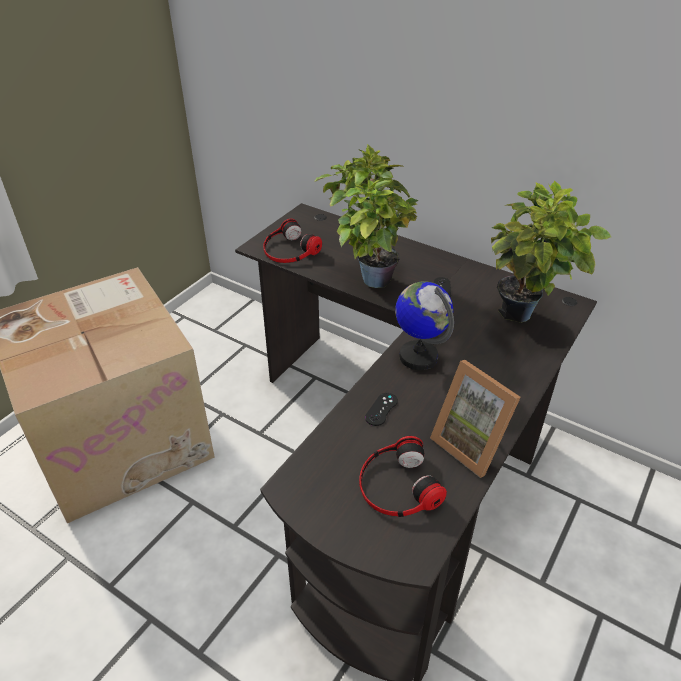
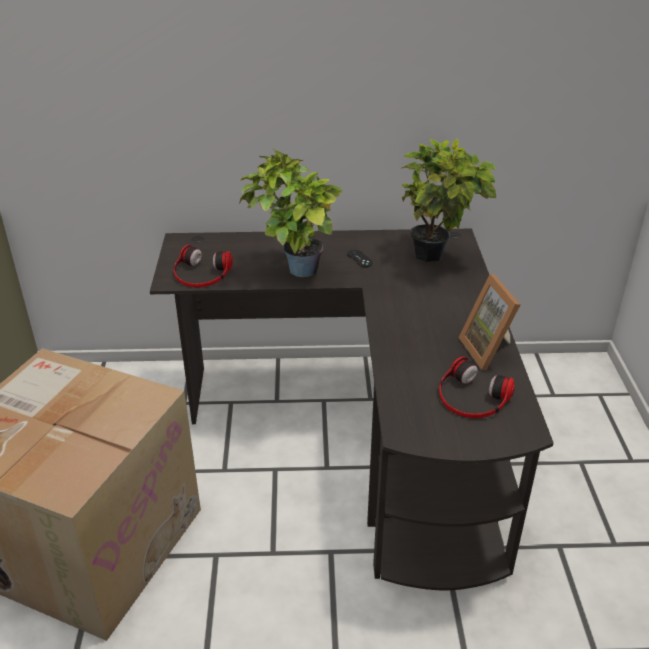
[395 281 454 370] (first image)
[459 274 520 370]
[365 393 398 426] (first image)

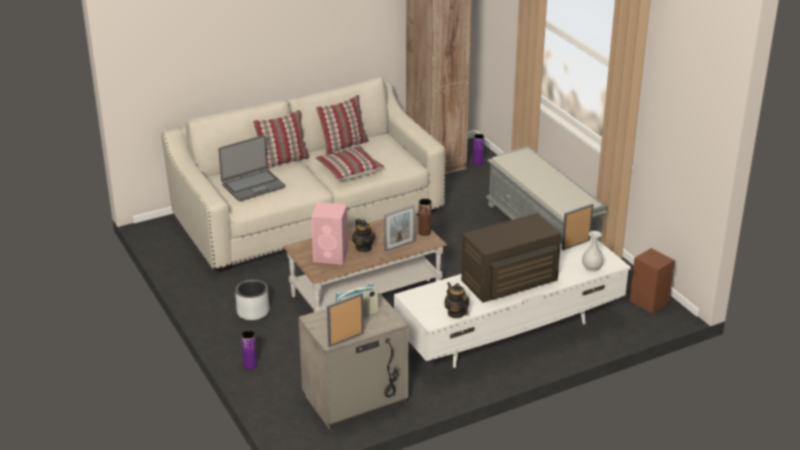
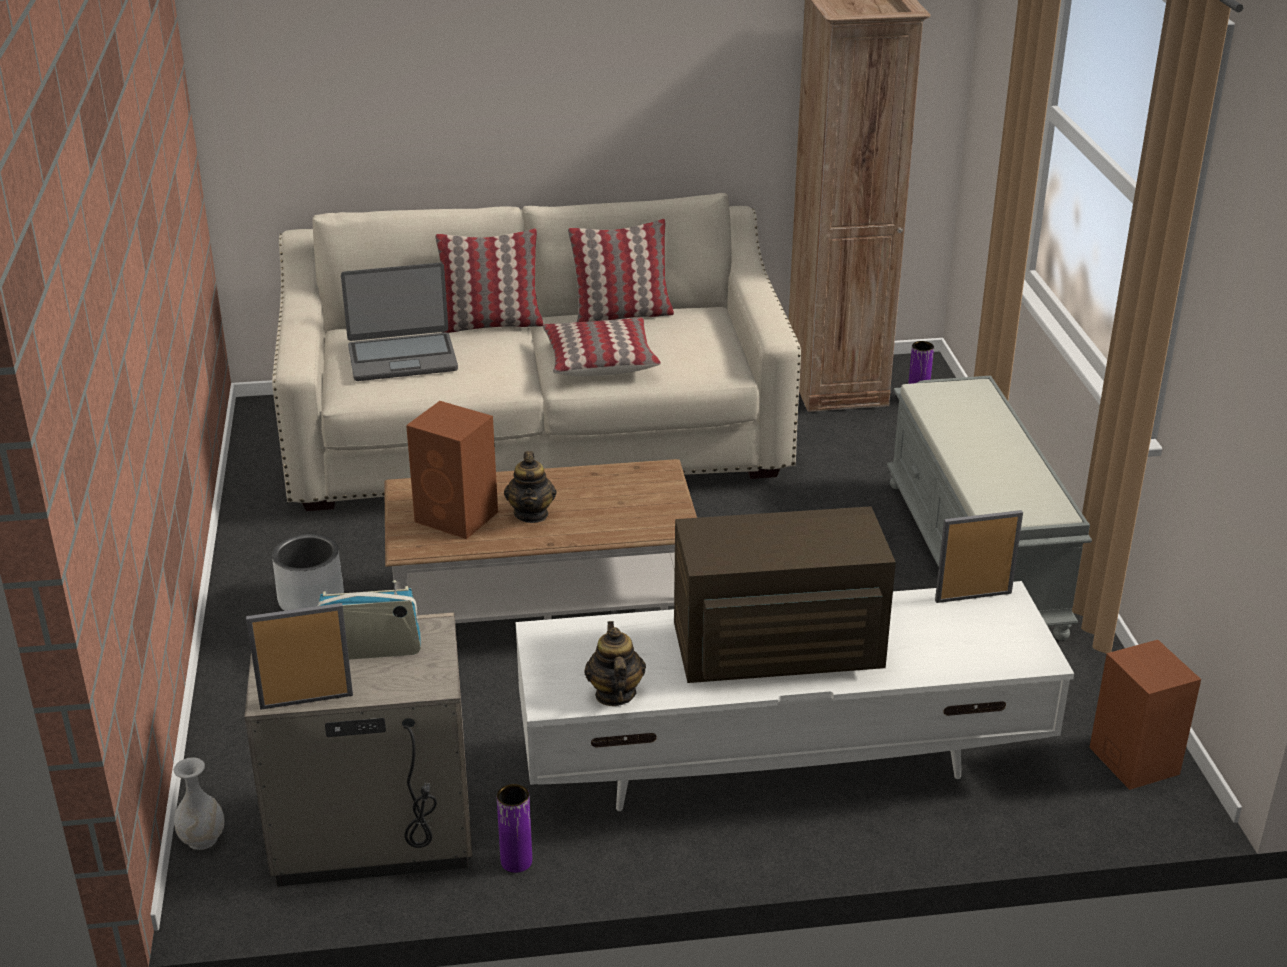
[418 199 432 236] (first image)
[406 401 498 539]
[384 205 415 251] (first image)
[174 757 225 850]
[497 784 532 873]

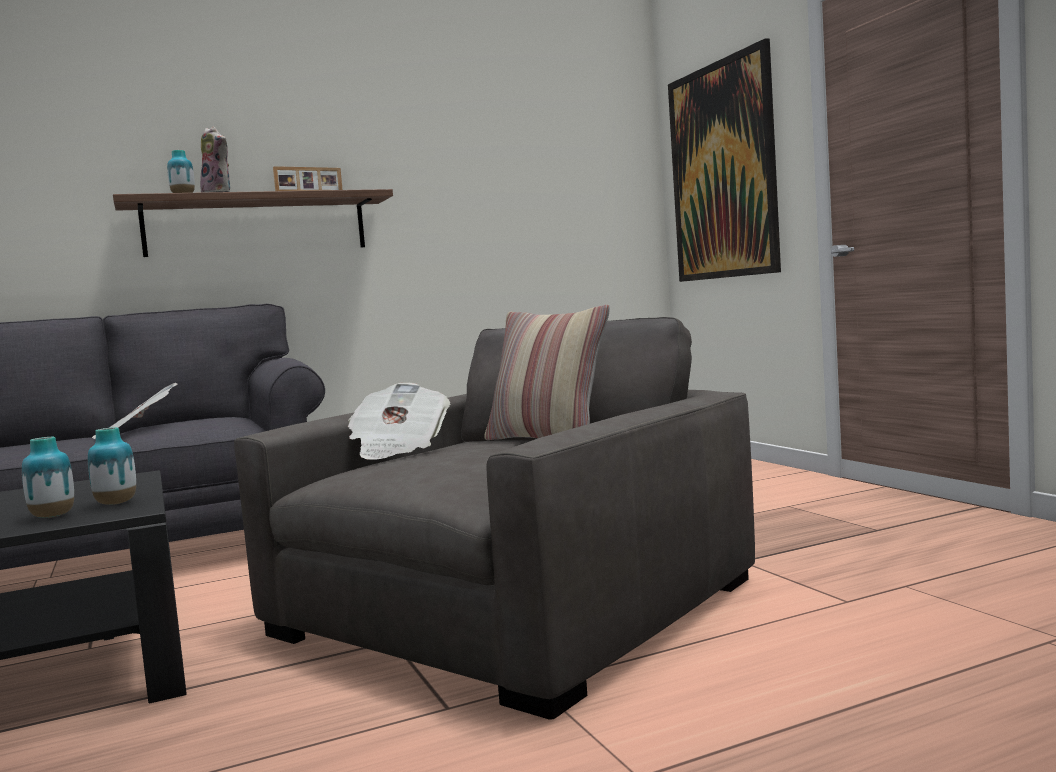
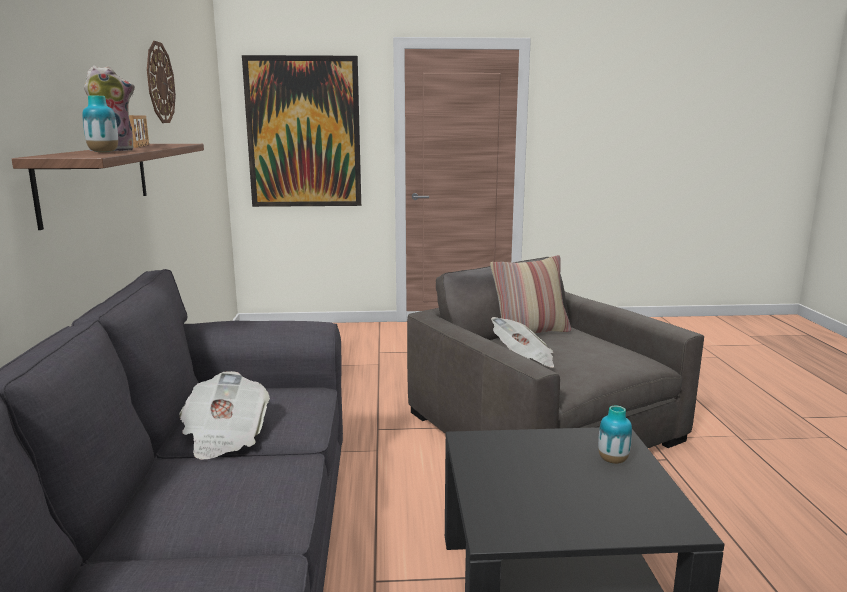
[88 427 136 505] (first image)
[147 41 176 123]

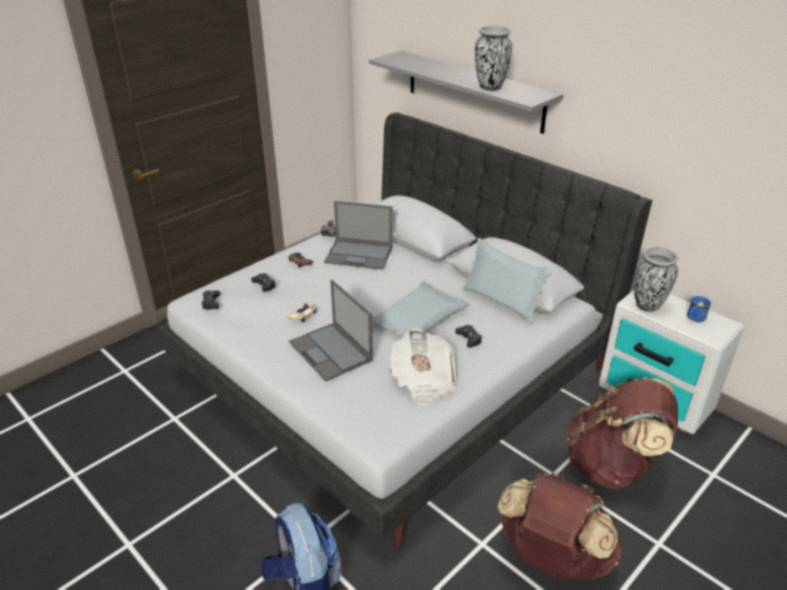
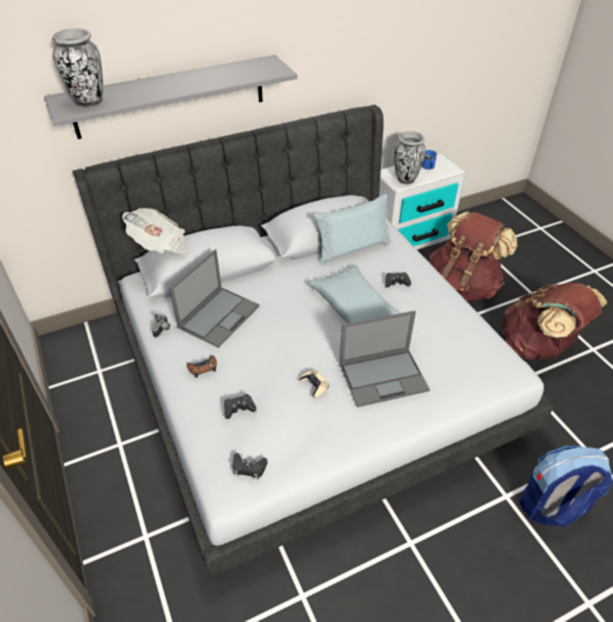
[52 28 103 107]
[122 208 187 254]

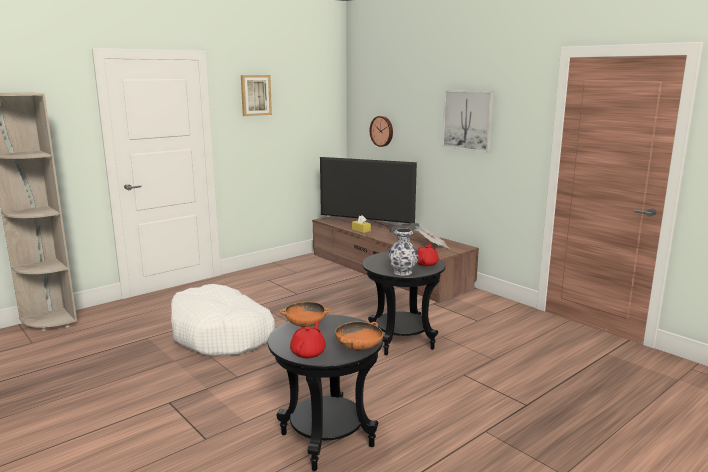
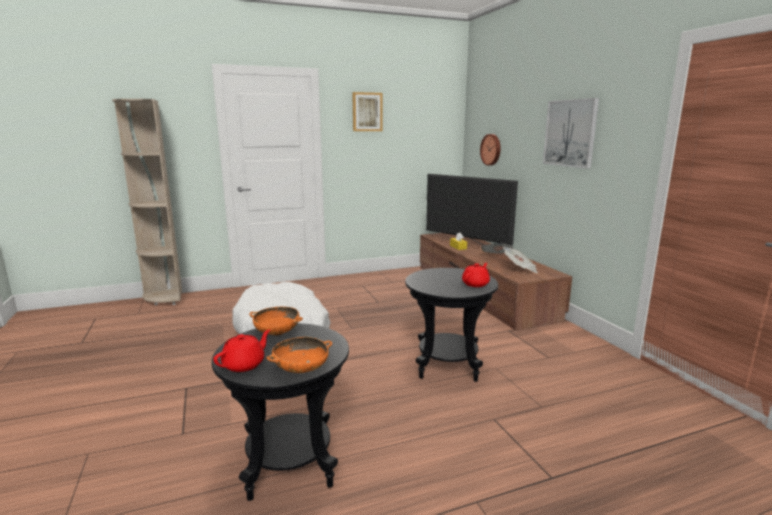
[388 228 419 276] (first image)

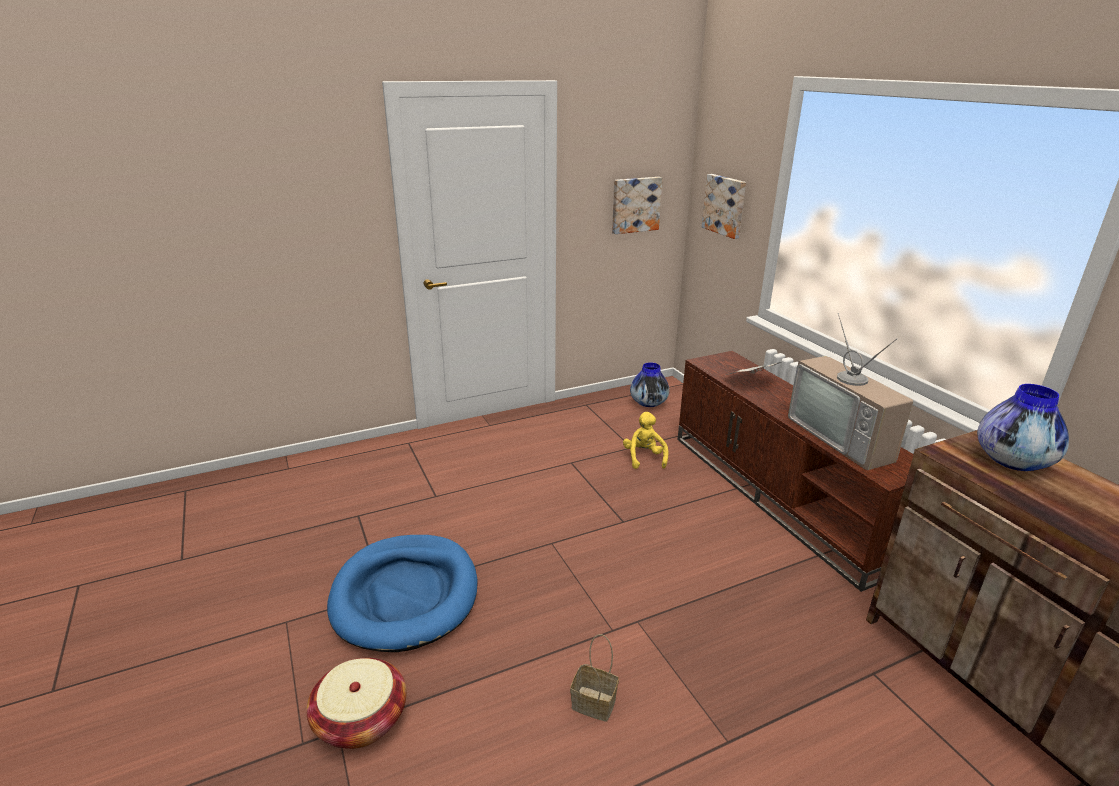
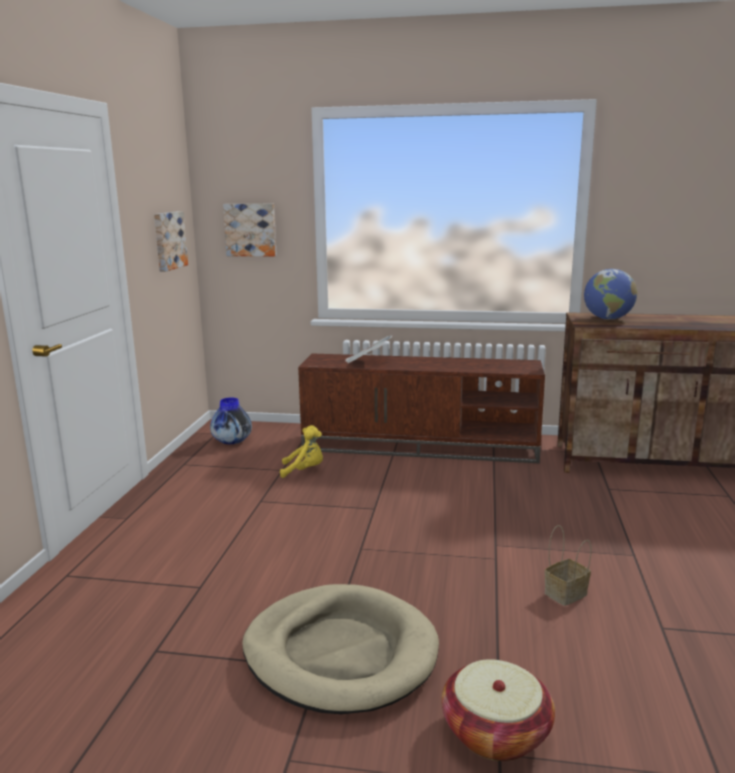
[788 313 914 470] (first image)
[584 269 637 320]
[280 425 323 478]
[242 584 439 714]

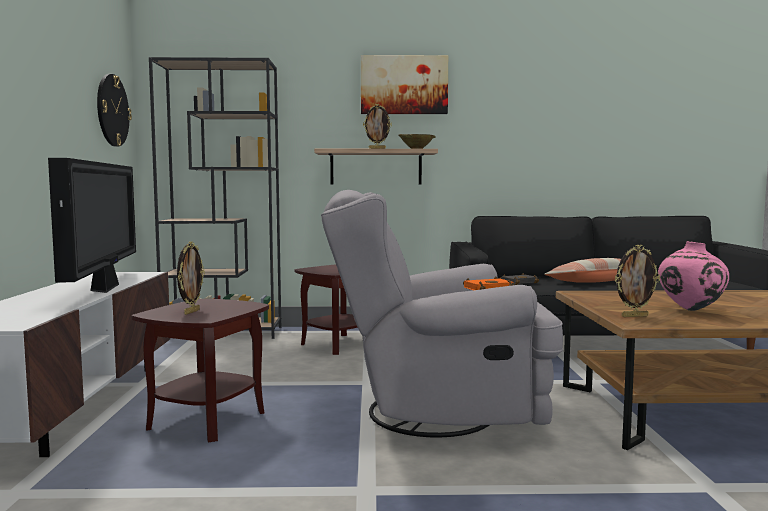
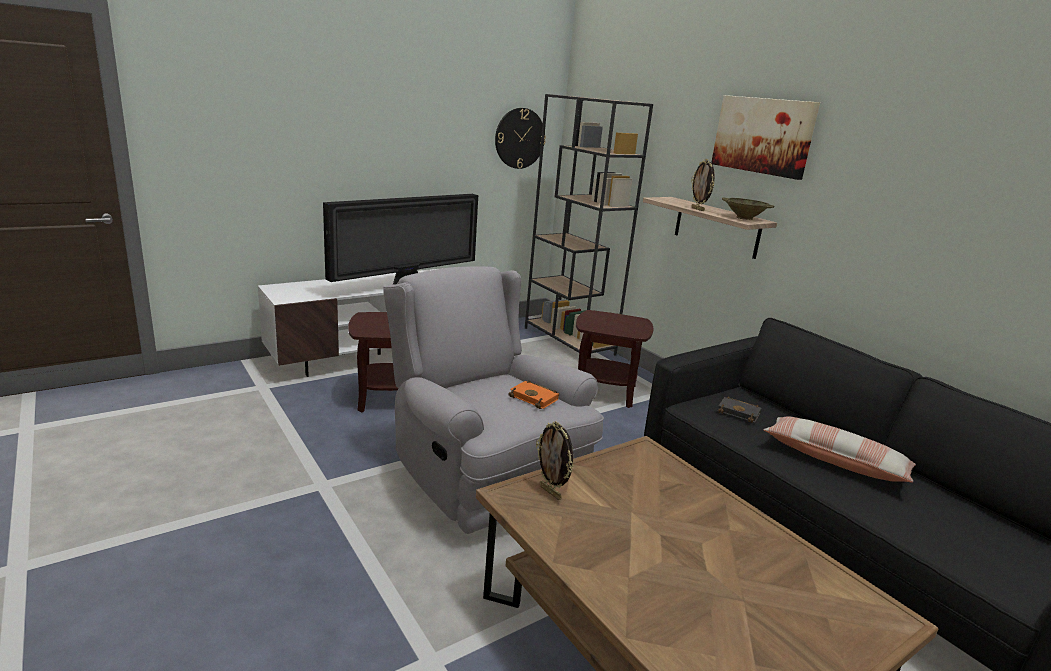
[177 241 205 315] (first image)
[658 241 729 311] (first image)

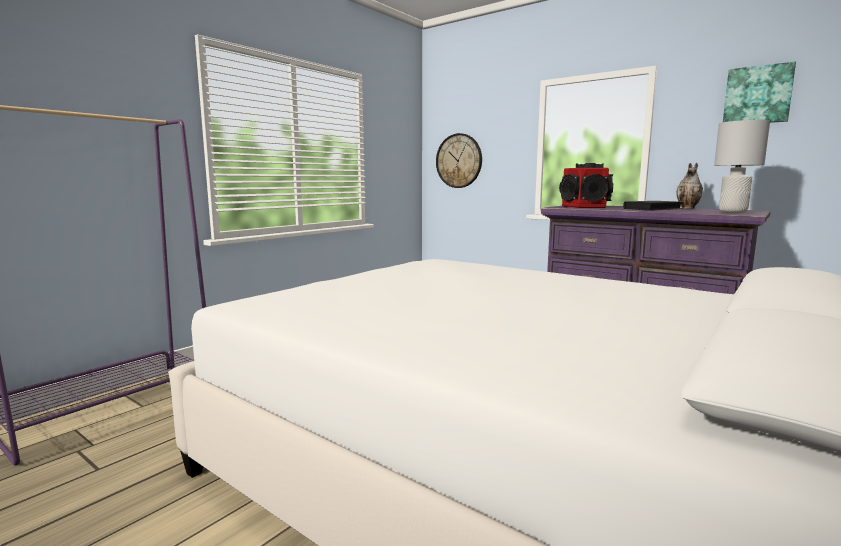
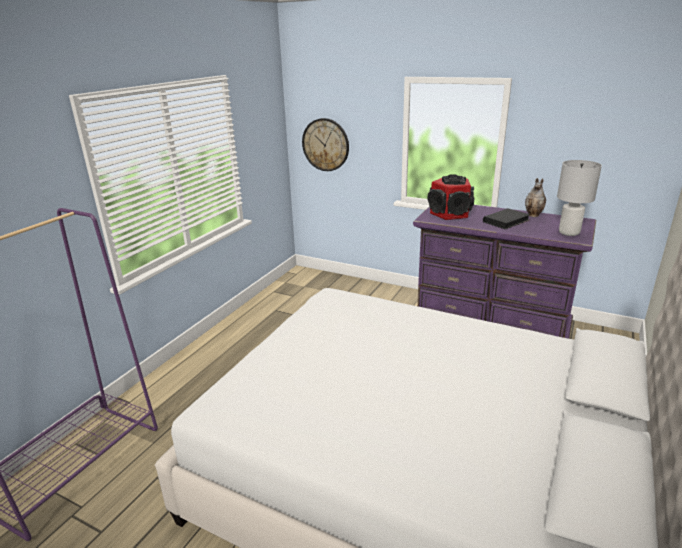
[723 62 796 123] (first image)

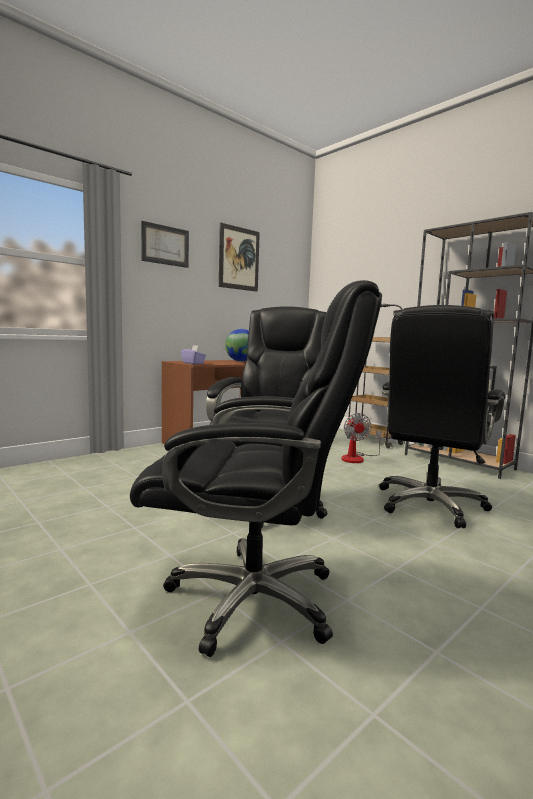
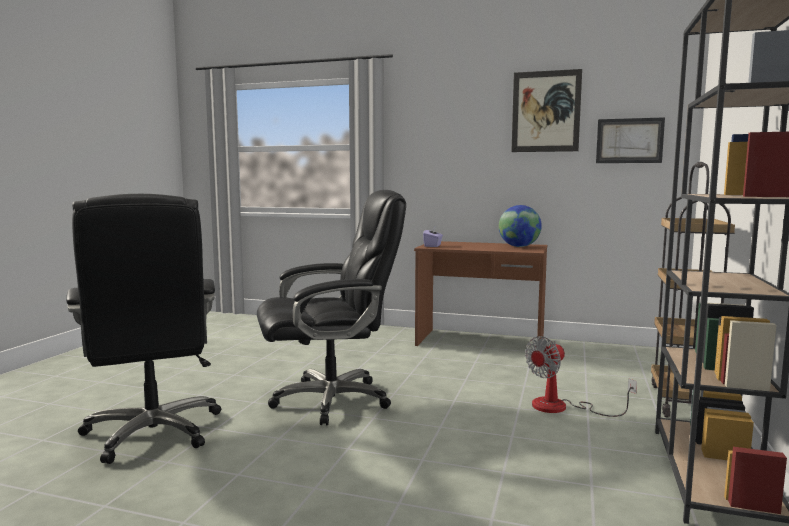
[596 117 665 163]
[379 305 505 528] (first image)

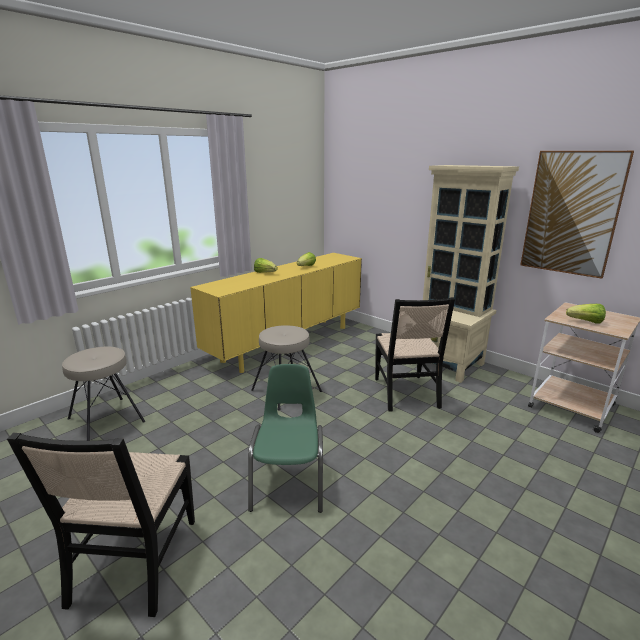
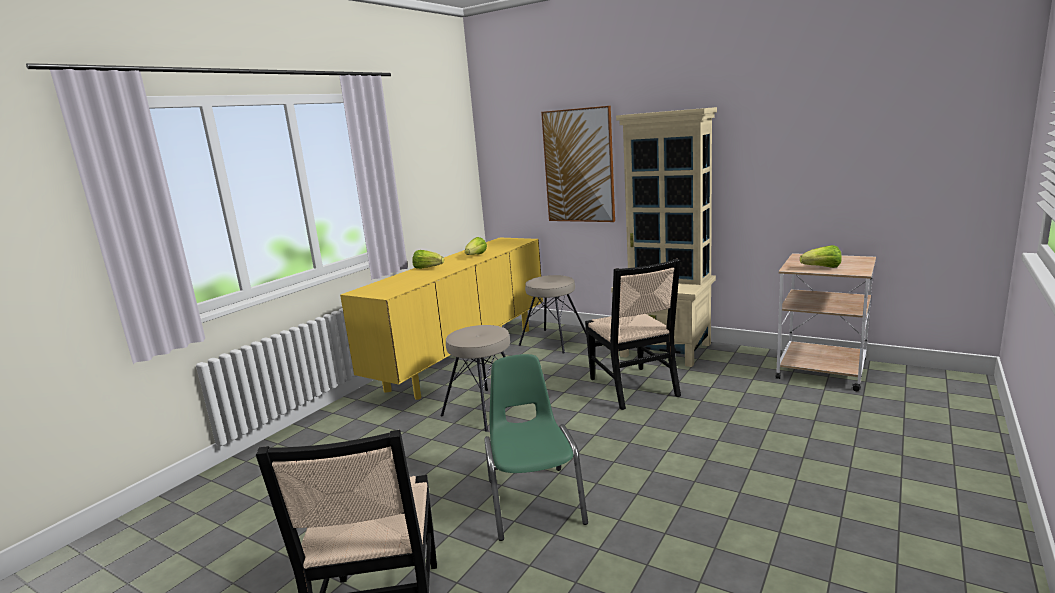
[541 106 615 222]
[519 275 586 353]

